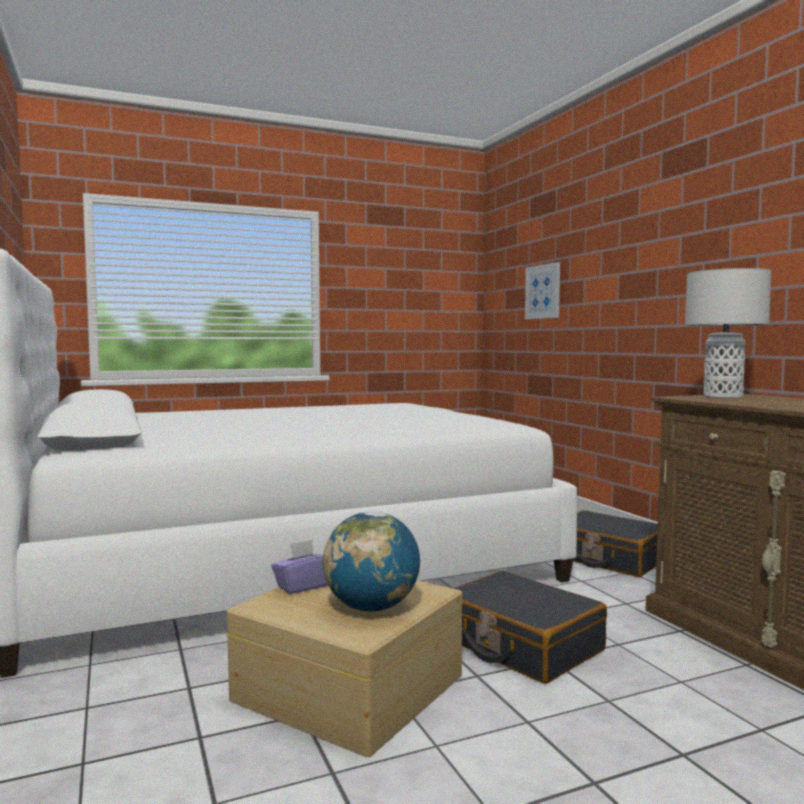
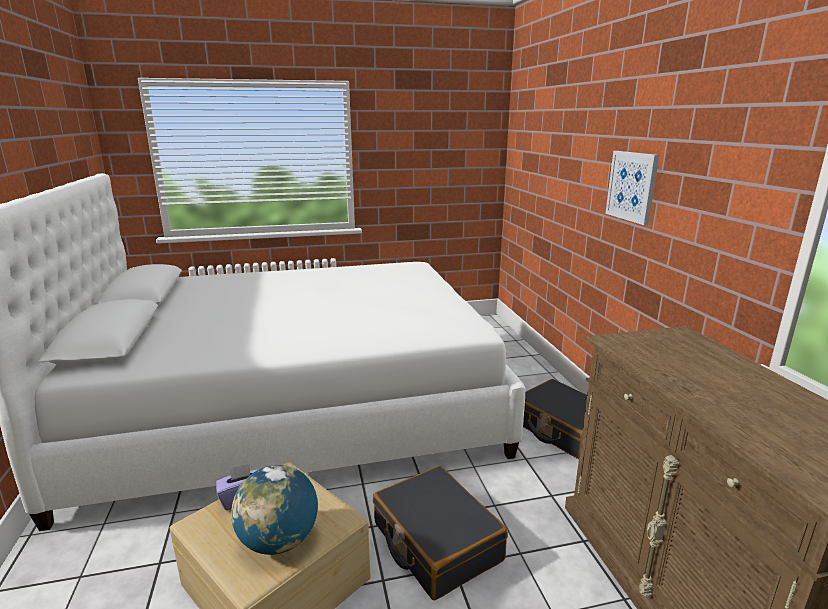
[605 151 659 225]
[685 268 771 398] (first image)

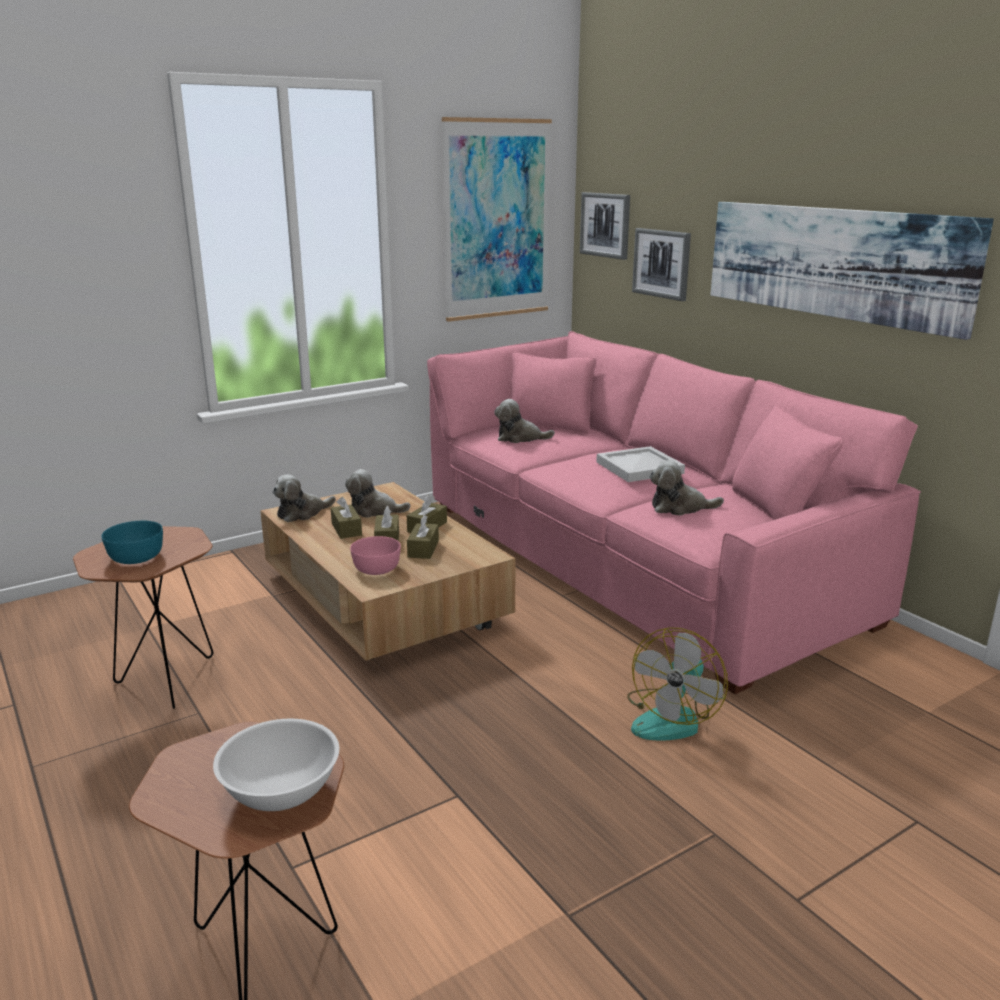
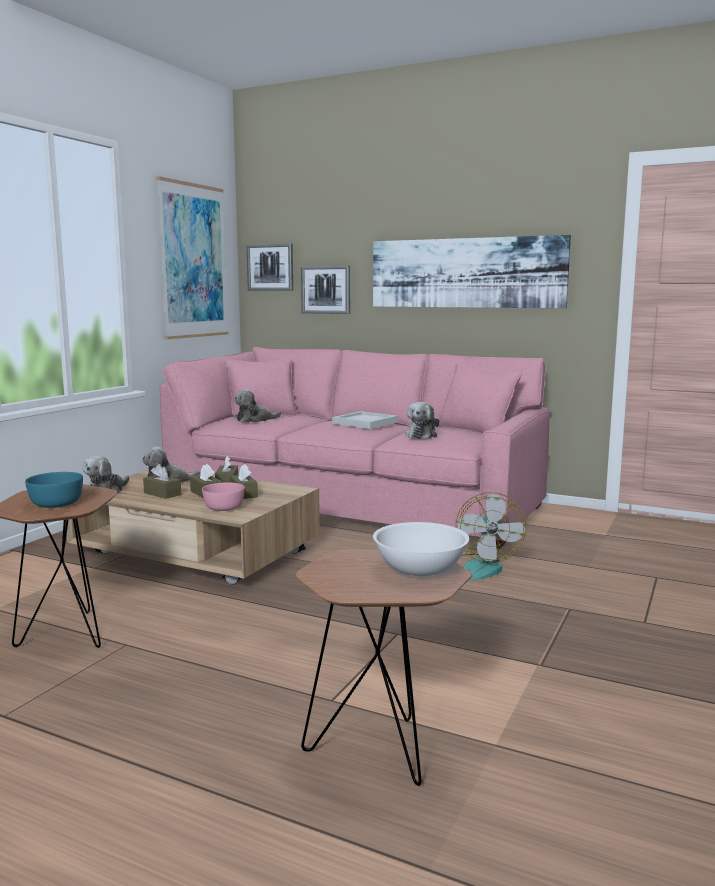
[405 402 439 439]

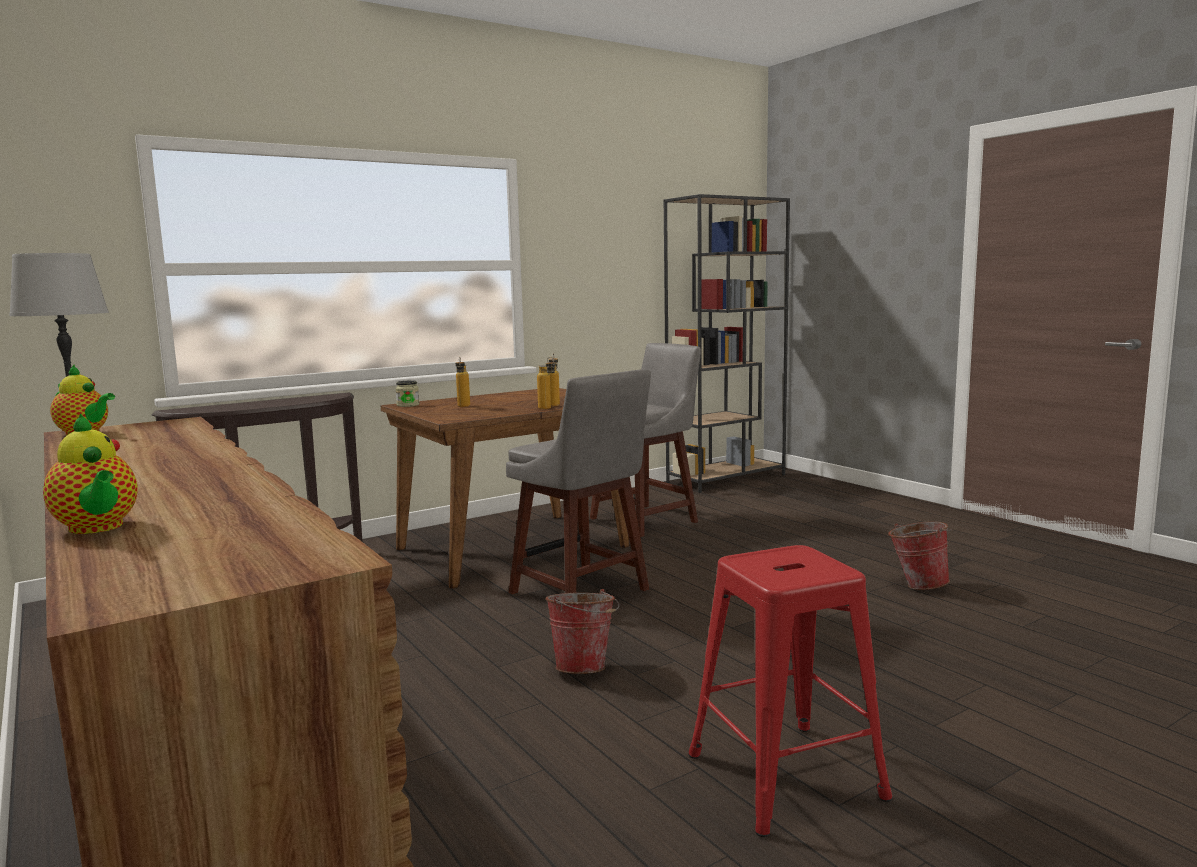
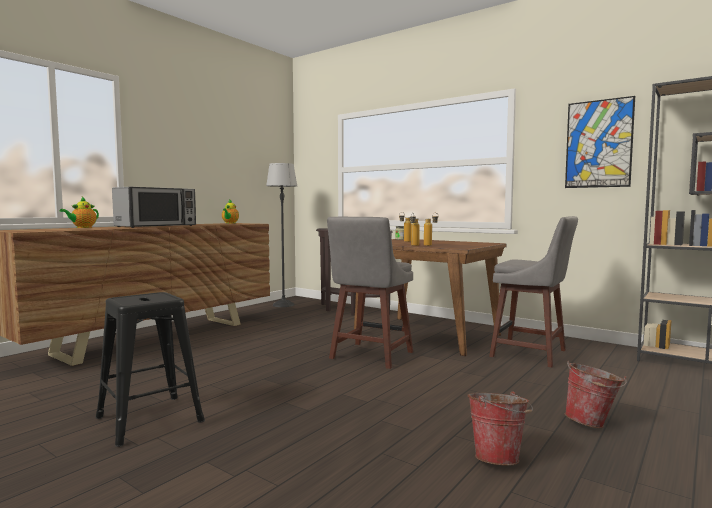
[95 292 205 447]
[565 360 627 428]
[565 96 635 188]
[112 187 196 228]

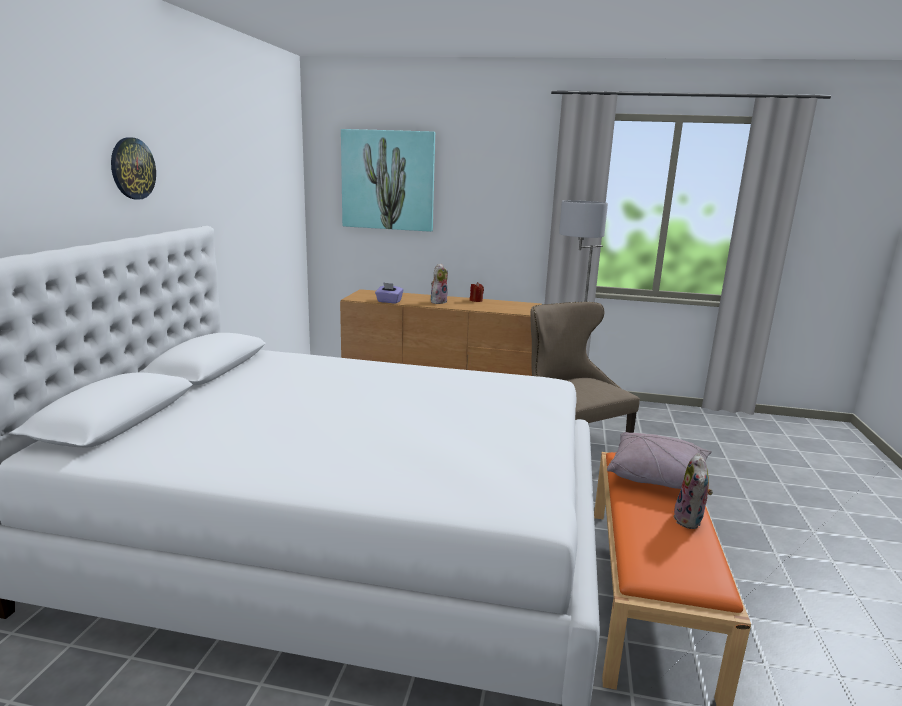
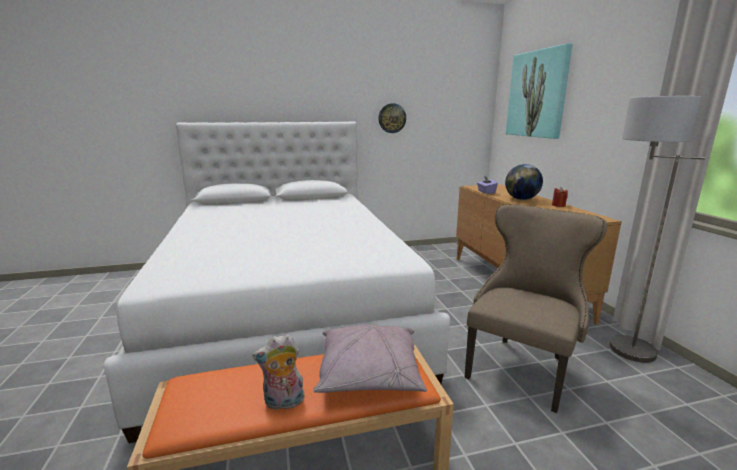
[378 103 406 133]
[505 164 543 200]

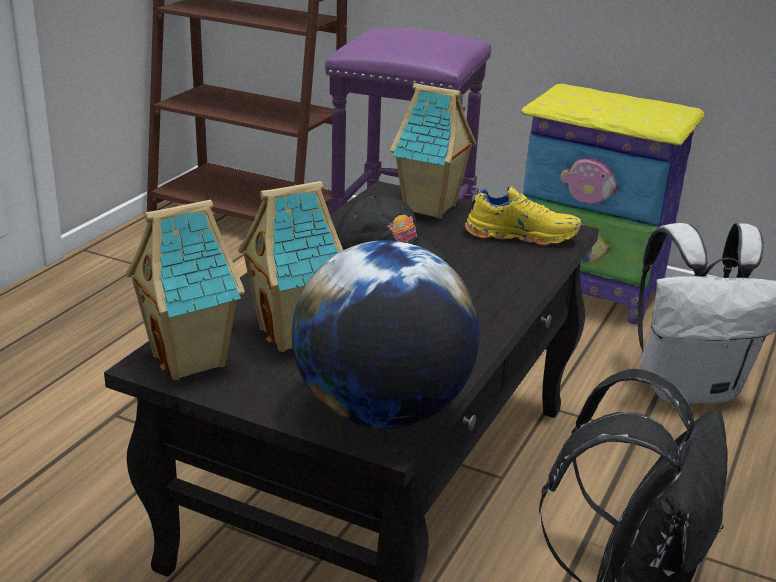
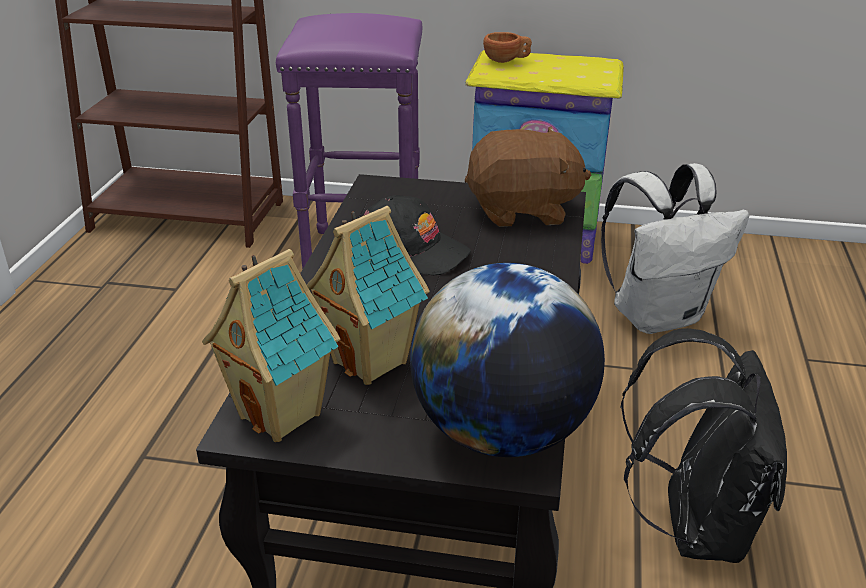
[390 83 476 219] (first image)
[465 126 591 227]
[483 32 532 63]

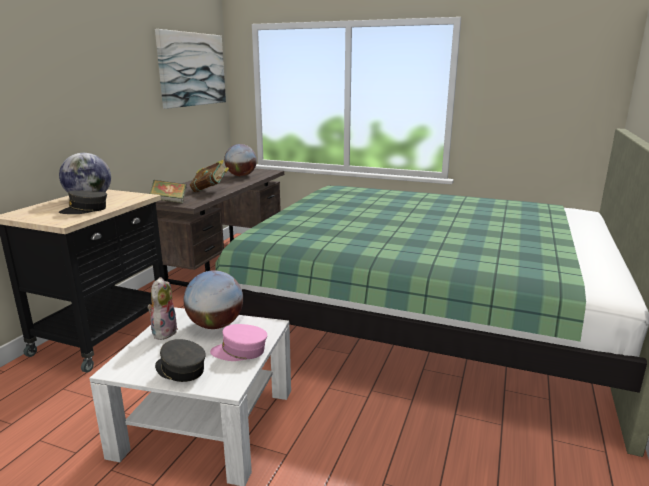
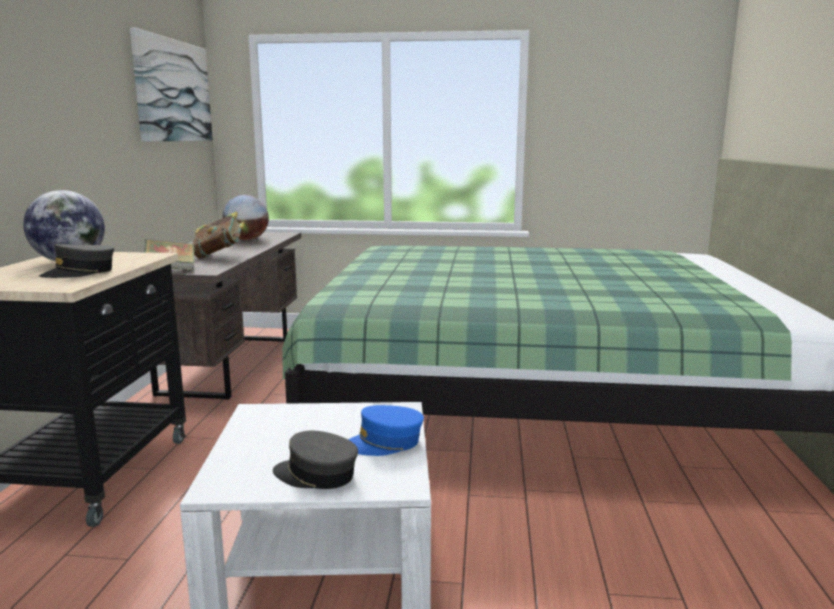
[184 270 243 329] (first image)
[147 277 178 340] (first image)
[348 405 424 456]

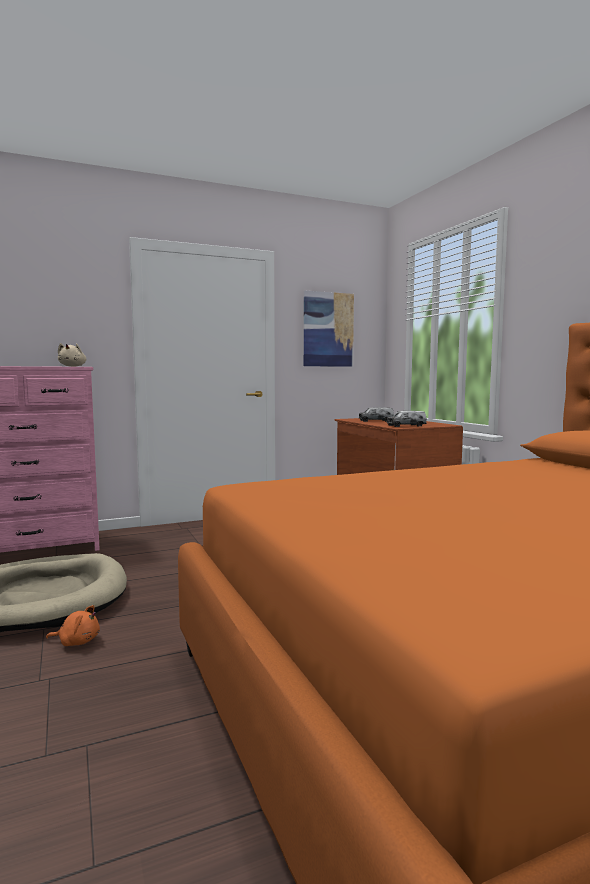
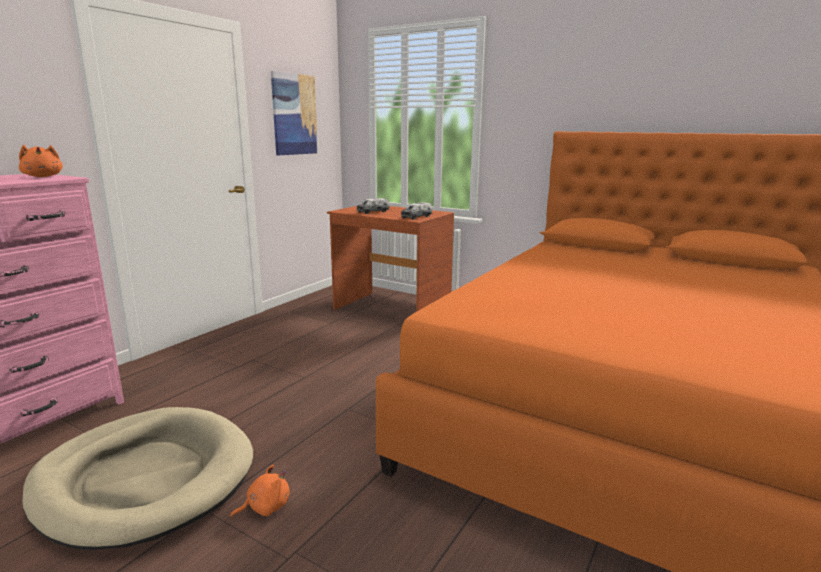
[19 145 63 177]

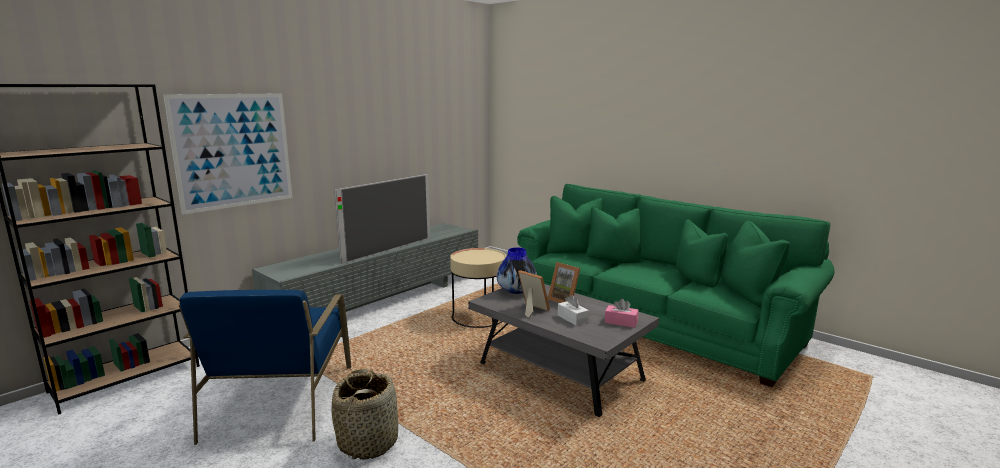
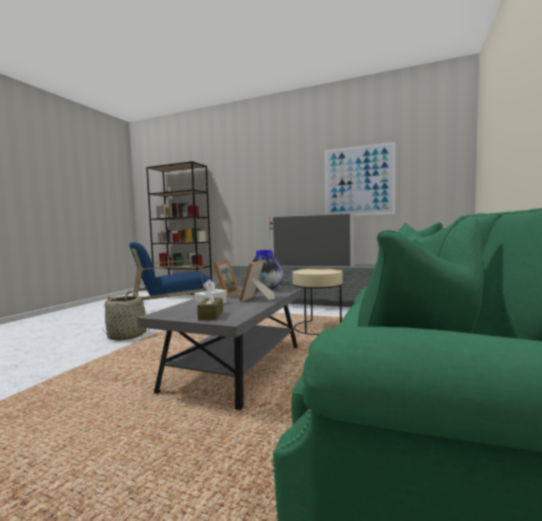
[325 142 395 216]
[197 287 223 321]

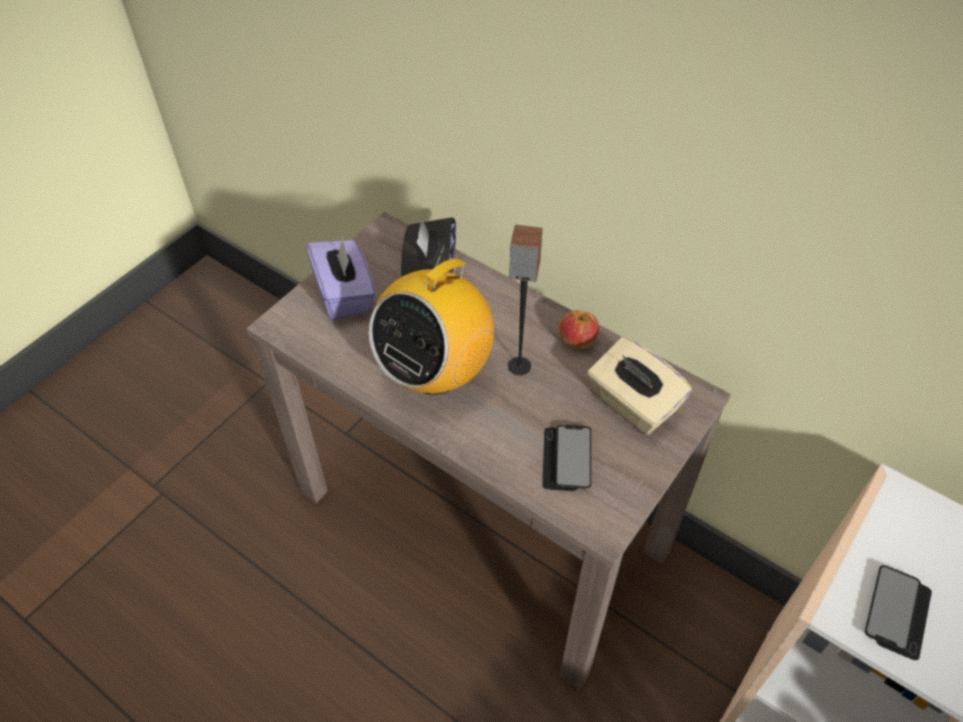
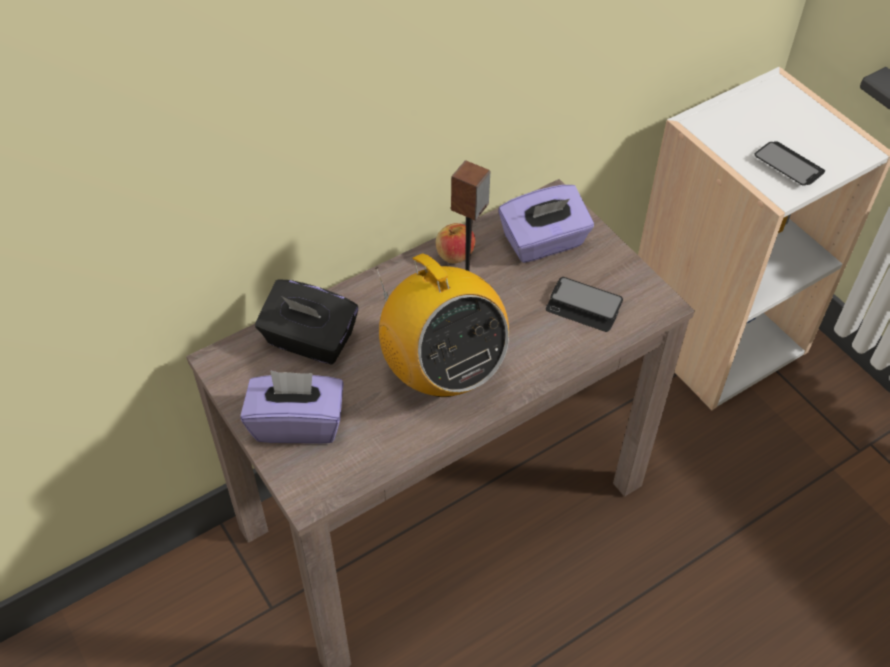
[499 185 594 263]

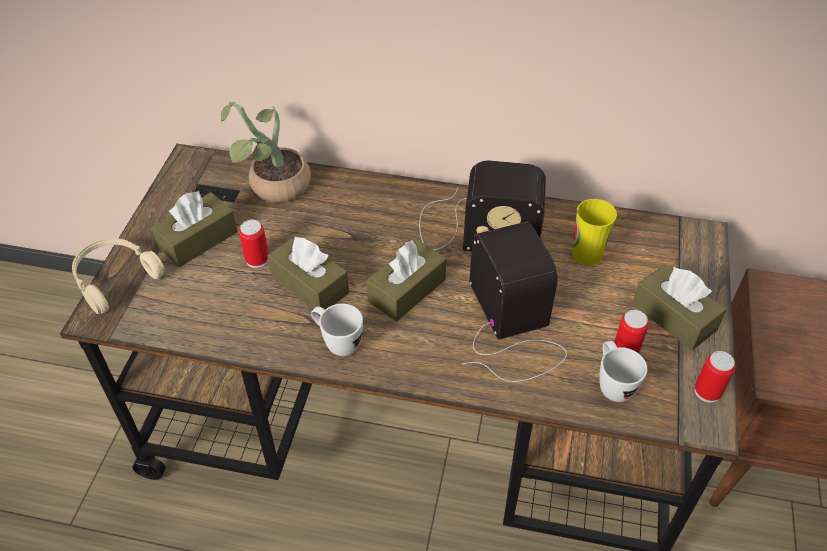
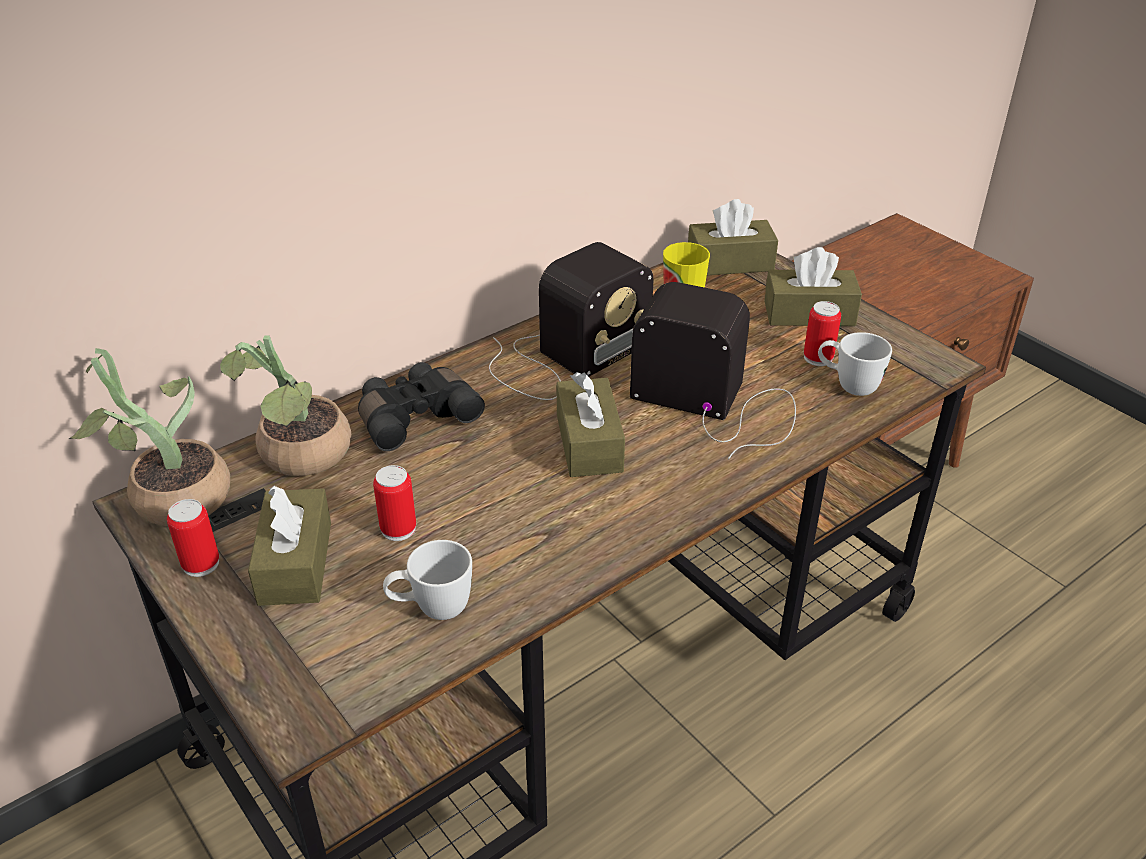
[688 199 778 275]
[72 238 165 314] (first image)
[383 540 472 620]
[167 499 219 577]
[69 348 230 526]
[358 362 485 451]

